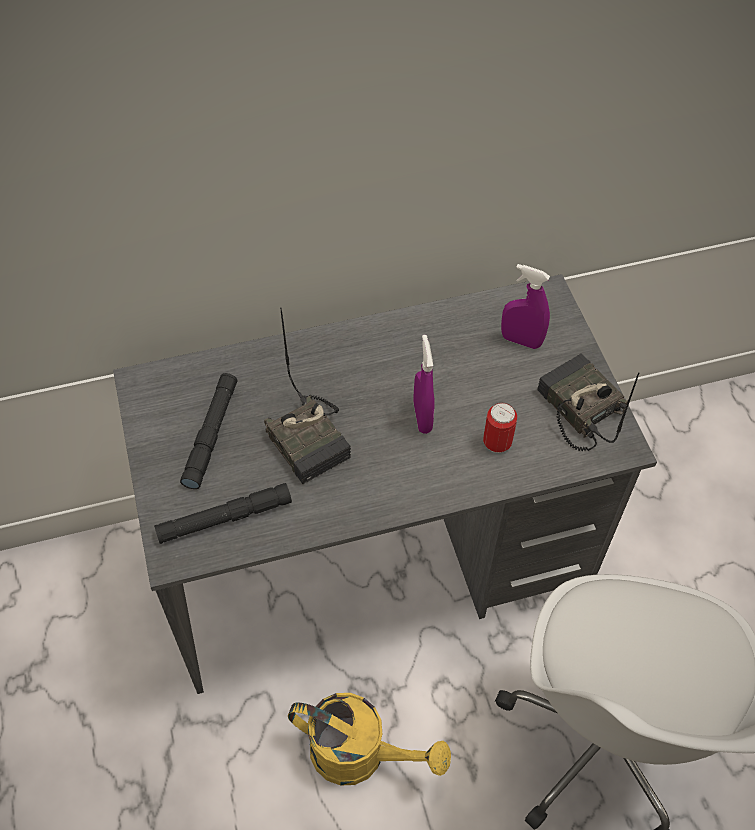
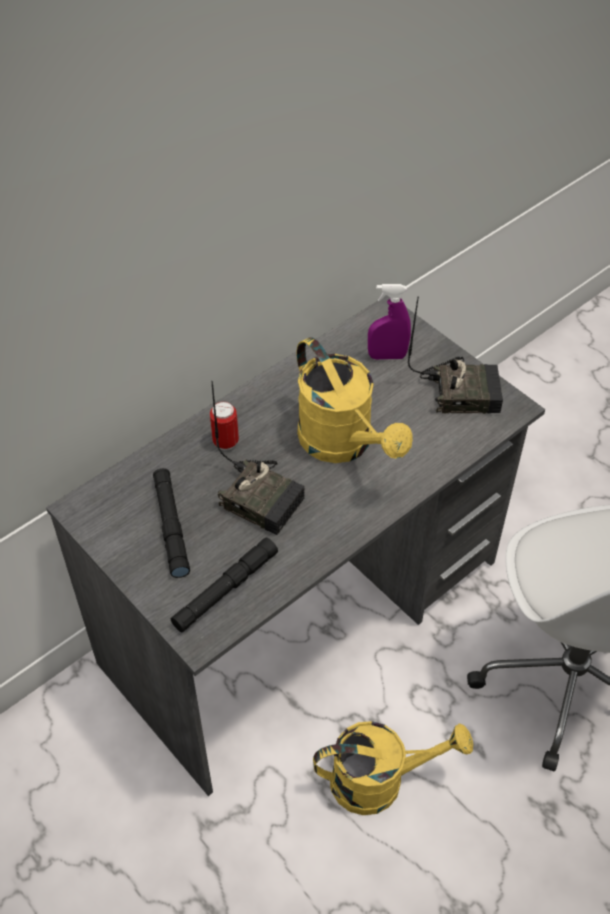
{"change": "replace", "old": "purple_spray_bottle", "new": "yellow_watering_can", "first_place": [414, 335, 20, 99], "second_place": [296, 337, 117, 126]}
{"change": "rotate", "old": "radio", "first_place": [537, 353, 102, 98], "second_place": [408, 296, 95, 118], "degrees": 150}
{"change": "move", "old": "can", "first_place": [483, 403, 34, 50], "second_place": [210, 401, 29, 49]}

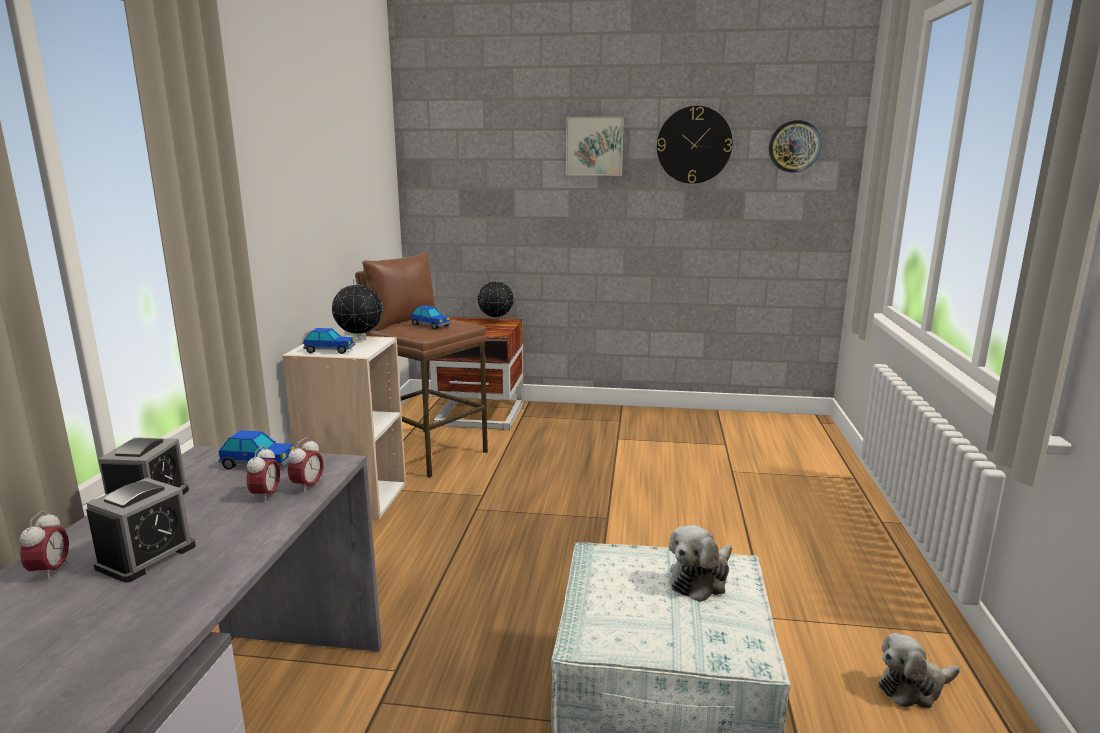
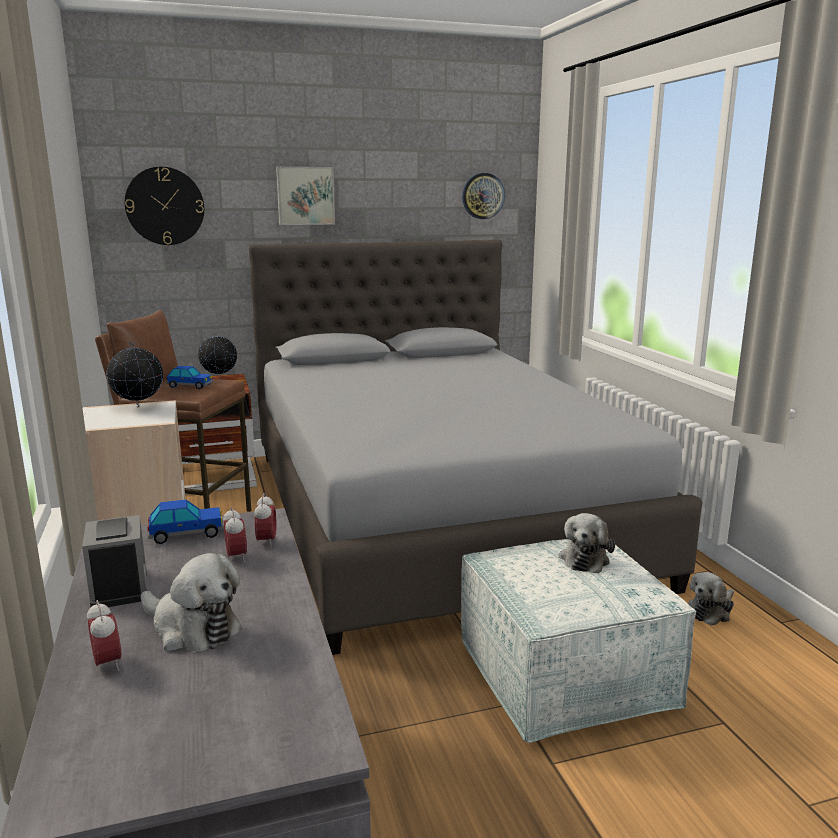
{"change": "move", "old": "wall_clock", "first_place": [657, 106, 76, 78], "second_place": [125, 167, 79, 78]}
{"change": "delete", "old": "toy_car", "first_place": [303, 328, 52, 26]}
{"change": "replace", "old": "alarm_clock", "new": "plush_toy", "first_place": [86, 478, 110, 105], "second_place": [141, 553, 101, 99]}
{"change": "insert", "new": "grey_bed", "second_place": [249, 240, 453, 415]}

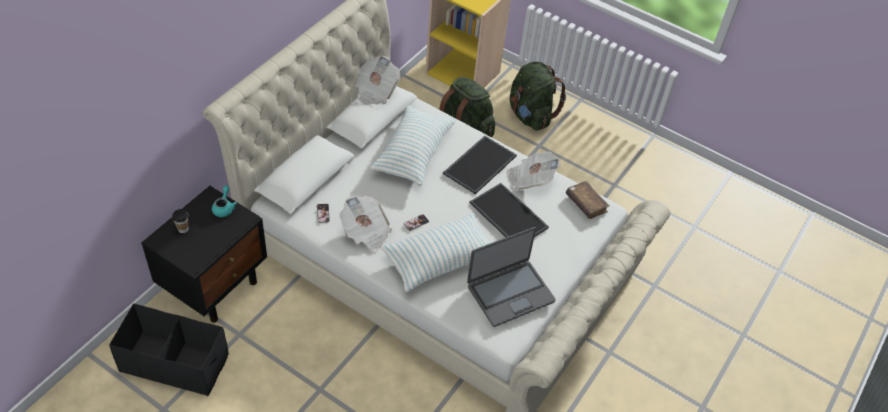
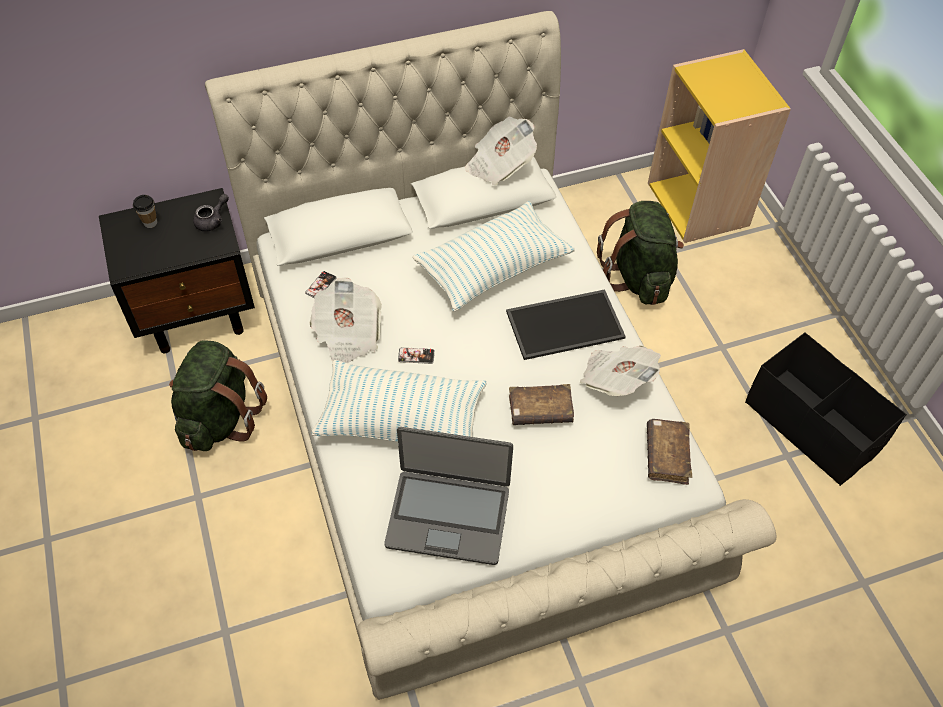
{"change": "move", "old": "green_backpack", "first_place": [510, 62, 56, 68], "second_place": [169, 340, 98, 111]}
{"change": "replace", "old": "tray", "new": "brown_book", "first_place": [470, 183, 79, 54], "second_place": [509, 384, 65, 41]}
{"change": "recolor", "old": "turquoise_teapot", "new": "grey_teapot", "first_place": [212, 186, 25, 31], "second_place": [193, 194, 36, 38]}
{"change": "move", "old": "black_storage_box", "first_place": [109, 303, 120, 93], "second_place": [745, 333, 162, 153]}

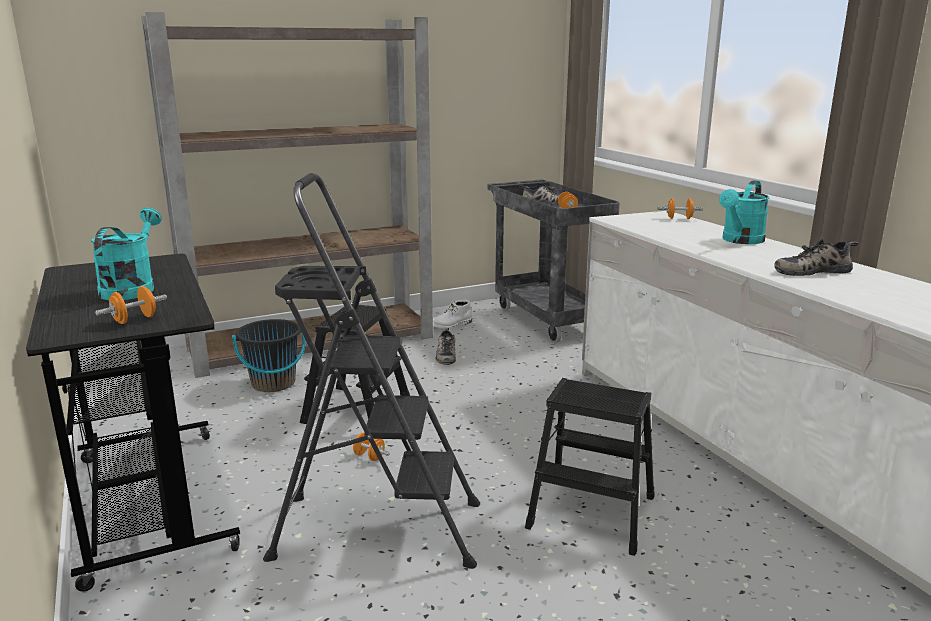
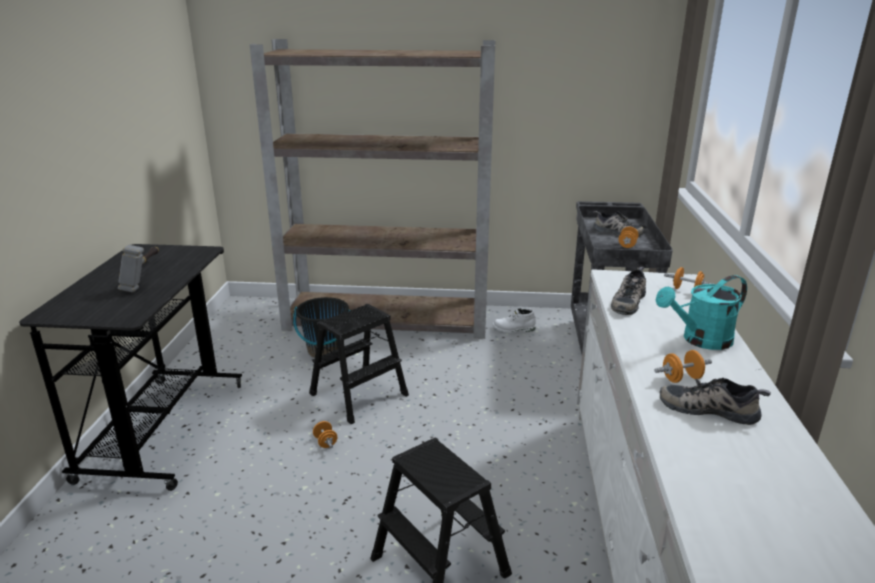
{"change": "delete", "old": "step_ladder", "first_place": [263, 173, 217, 396]}
{"change": "replace", "old": "turquoise_watering_can", "new": "hammer", "first_place": [91, 208, 71, 92], "second_place": [118, 245, 41, 47]}
{"change": "move", "old": "orange_dumbbell", "first_place": [95, 286, 72, 38], "second_place": [654, 350, 58, 33]}
{"change": "move", "old": "shoe", "first_place": [436, 328, 20, 37], "second_place": [611, 267, 35, 48]}

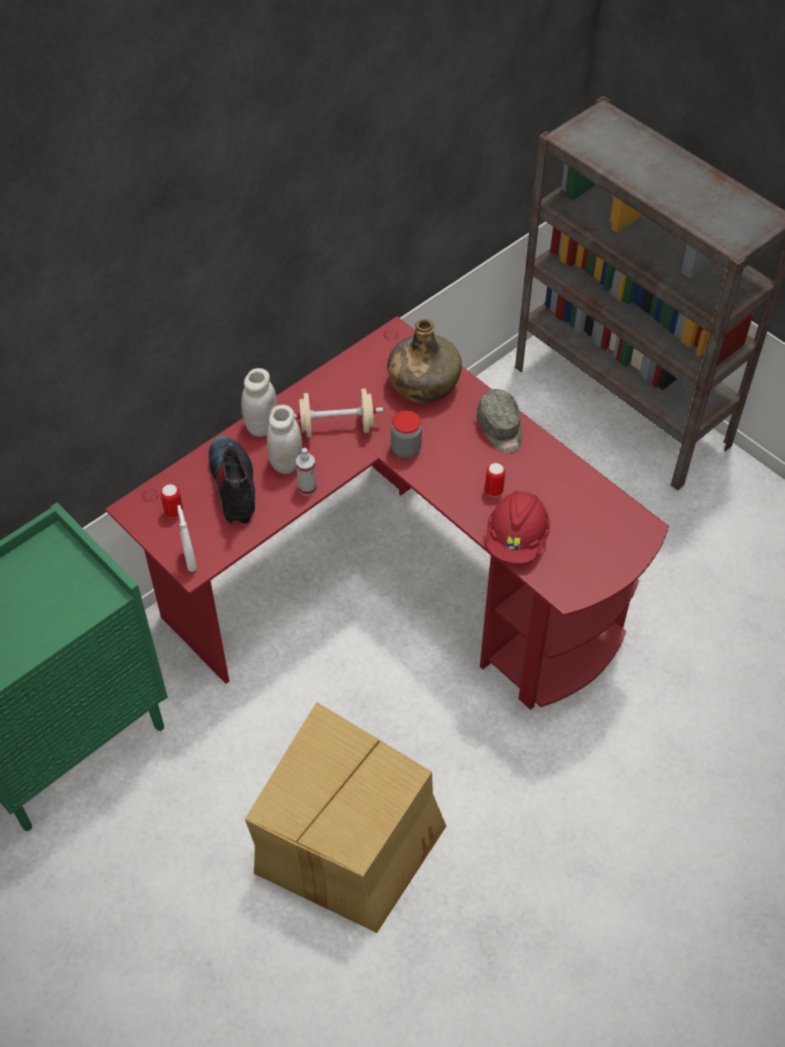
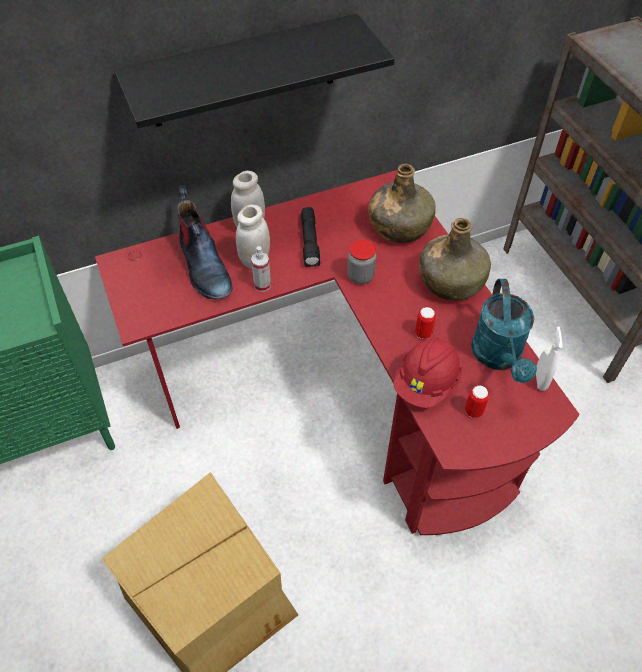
{"change": "replace", "old": "beige_dumbbell", "new": "black_flashlight", "first_place": [294, 389, 89, 48], "second_place": [301, 207, 19, 60]}
{"change": "replace", "old": "grey_cap", "new": "green_bottle", "first_place": [476, 389, 46, 64], "second_place": [419, 218, 72, 83]}
{"change": "rotate", "old": "boot", "first_place": [209, 436, 46, 88], "second_place": [177, 185, 56, 115], "degrees": 150}
{"change": "move", "old": "can", "first_place": [161, 484, 22, 34], "second_place": [465, 386, 24, 32]}
{"change": "move", "old": "white_spray_bottle", "first_place": [177, 505, 20, 67], "second_place": [536, 327, 27, 64]}
{"change": "insert", "new": "black_shelf", "second_place": [114, 14, 280, 114]}
{"change": "insert", "new": "turquoise_watering_can", "second_place": [471, 279, 66, 104]}

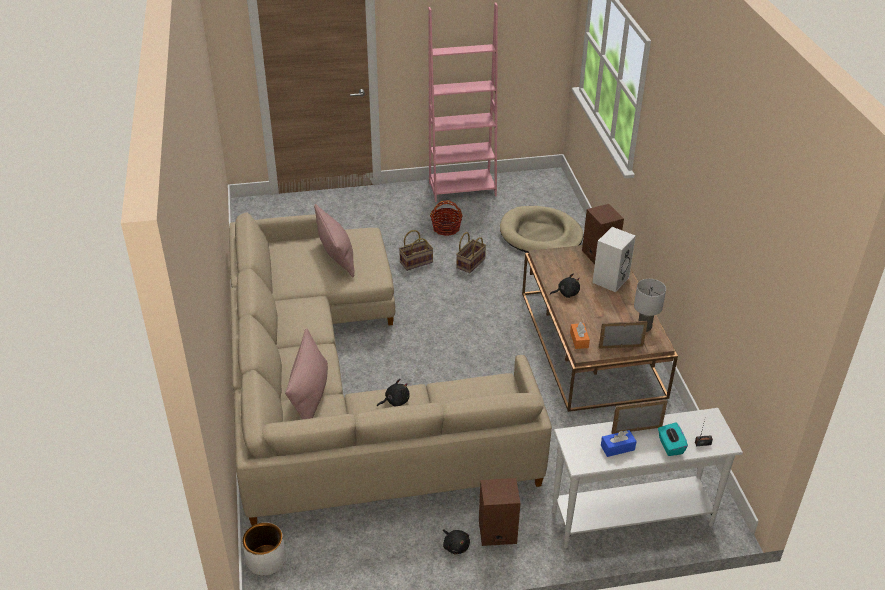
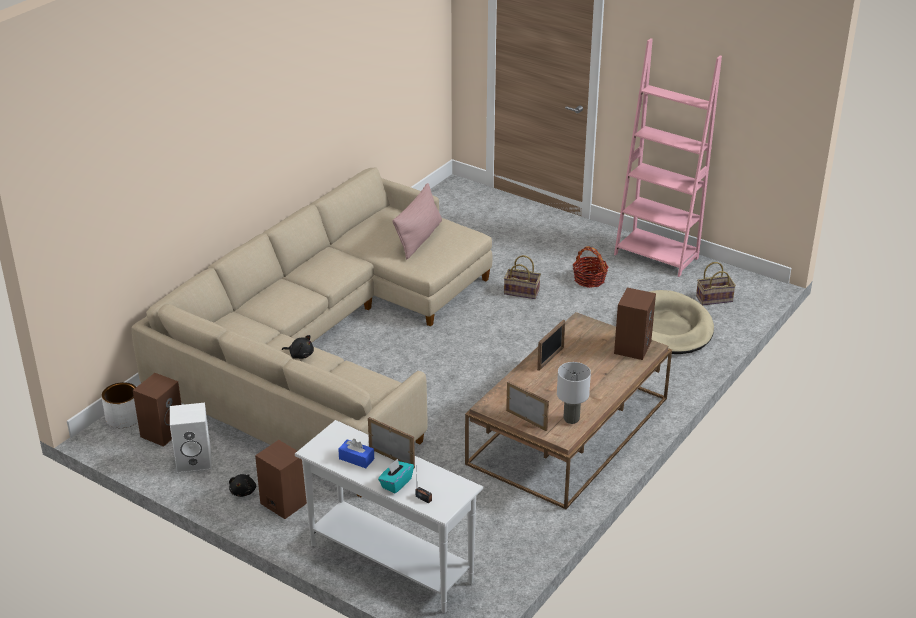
{"change": "move", "old": "white_speaker", "first_place": [592, 227, 44, 65], "second_place": [170, 403, 42, 70]}
{"change": "move", "old": "basket", "first_place": [456, 232, 30, 42], "second_place": [696, 262, 40, 44]}
{"change": "replace", "old": "black_plush_toy", "new": "picture_frame", "first_place": [550, 273, 30, 25], "second_place": [537, 319, 28, 52]}
{"change": "delete", "old": "orange_tissue_box", "first_place": [570, 322, 20, 27]}
{"change": "delete", "old": "pink_pillow", "first_place": [285, 328, 43, 92]}
{"change": "insert", "new": "brown_speaker", "second_place": [133, 373, 49, 74]}

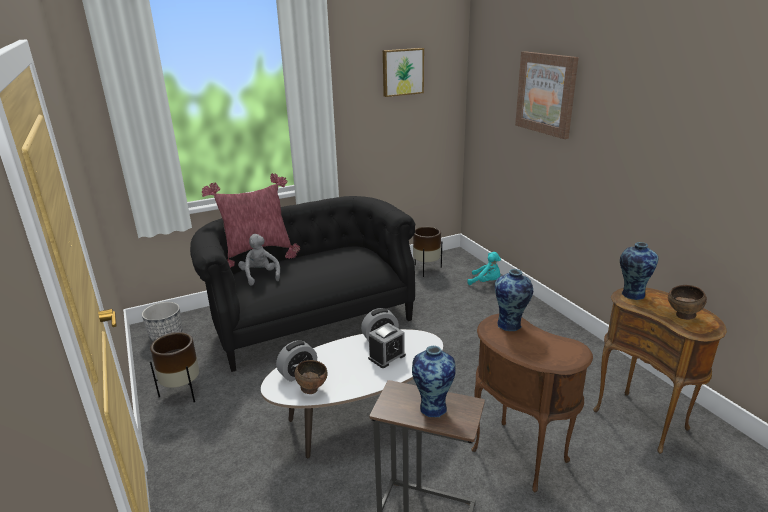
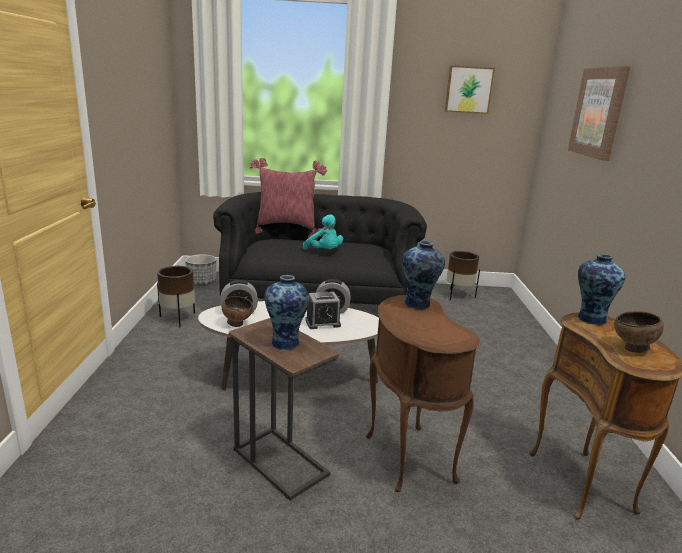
{"change": "delete", "old": "grey_plush_toy", "first_place": [238, 234, 42, 52]}
{"change": "move", "old": "turquoise_plush_toy", "first_place": [467, 252, 34, 33], "second_place": [303, 215, 40, 35]}

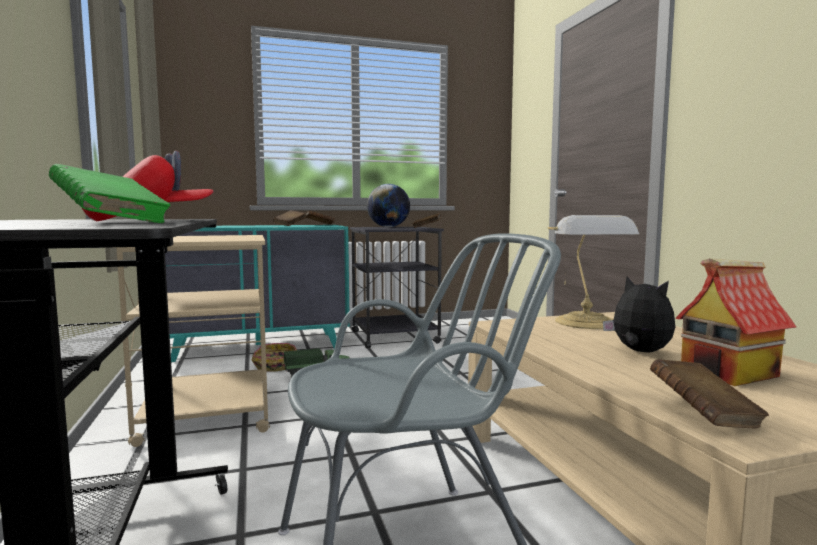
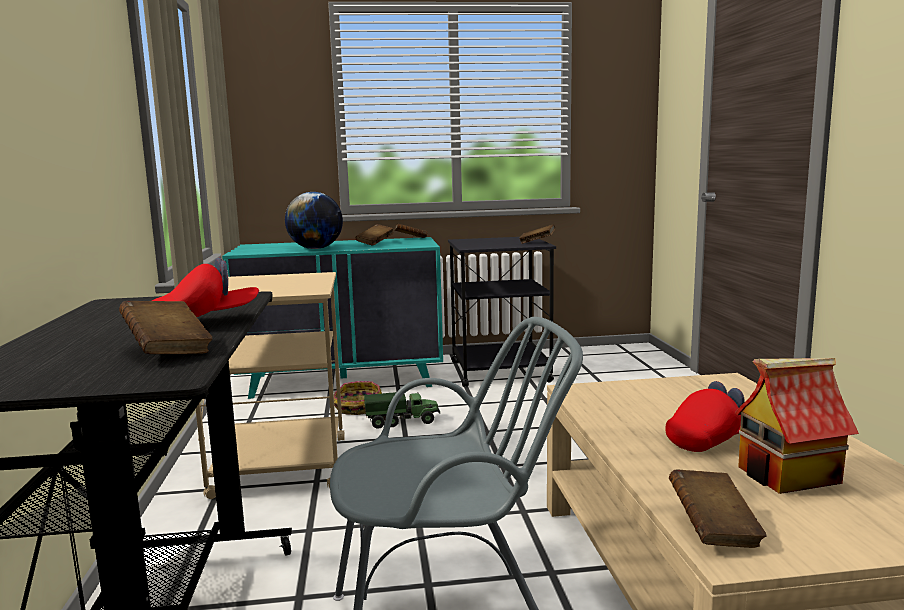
{"change": "recolor", "old": "green_book", "new": "brown_book", "first_place": [49, 164, 121, 59], "second_place": [119, 301, 93, 53]}
{"change": "move", "old": "globe", "first_place": [367, 184, 43, 43], "second_place": [285, 192, 58, 57]}
{"change": "delete", "old": "table_lamp", "first_place": [547, 215, 92, 114]}
{"change": "replace", "old": "plush_toy", "new": "red_cap", "first_place": [603, 277, 72, 75], "second_place": [666, 381, 79, 71]}

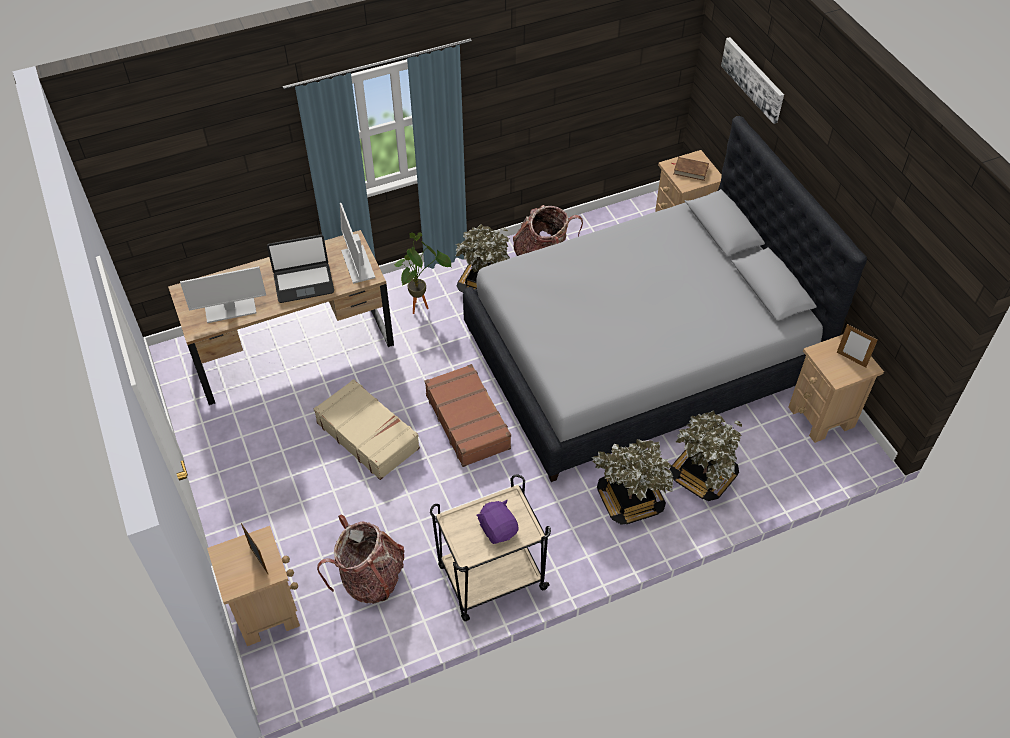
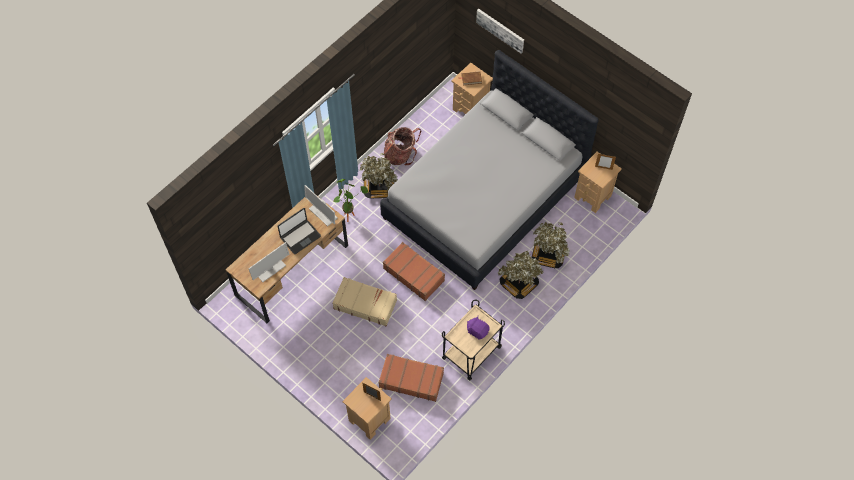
{"change": "replace", "old": "backpack", "new": "brown_suitcase", "first_place": [317, 514, 88, 90], "second_place": [379, 354, 65, 48]}

